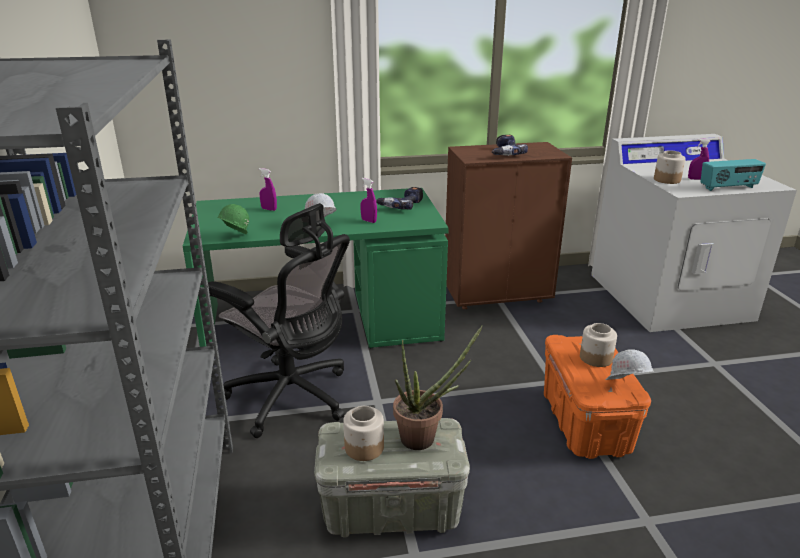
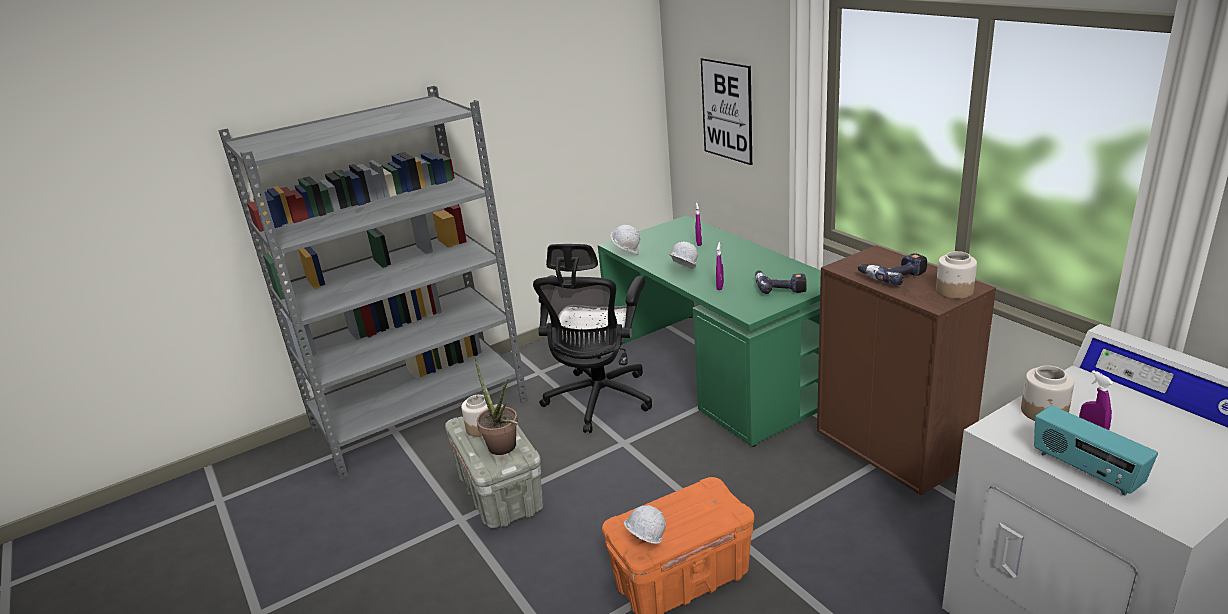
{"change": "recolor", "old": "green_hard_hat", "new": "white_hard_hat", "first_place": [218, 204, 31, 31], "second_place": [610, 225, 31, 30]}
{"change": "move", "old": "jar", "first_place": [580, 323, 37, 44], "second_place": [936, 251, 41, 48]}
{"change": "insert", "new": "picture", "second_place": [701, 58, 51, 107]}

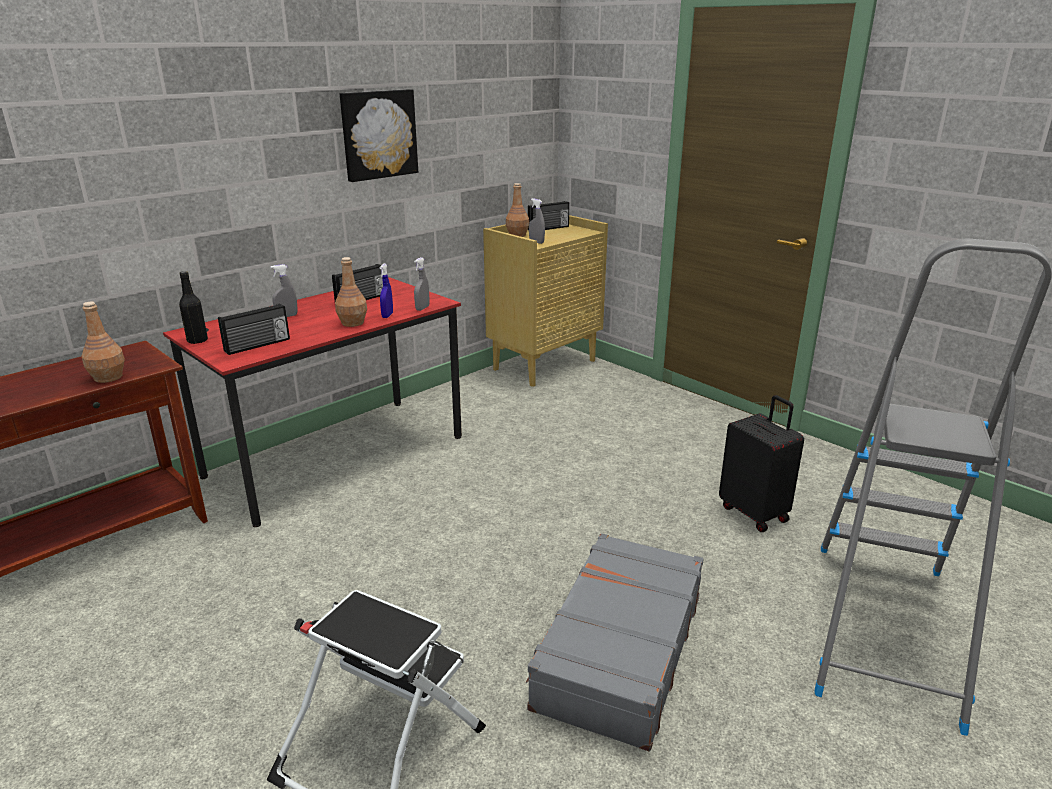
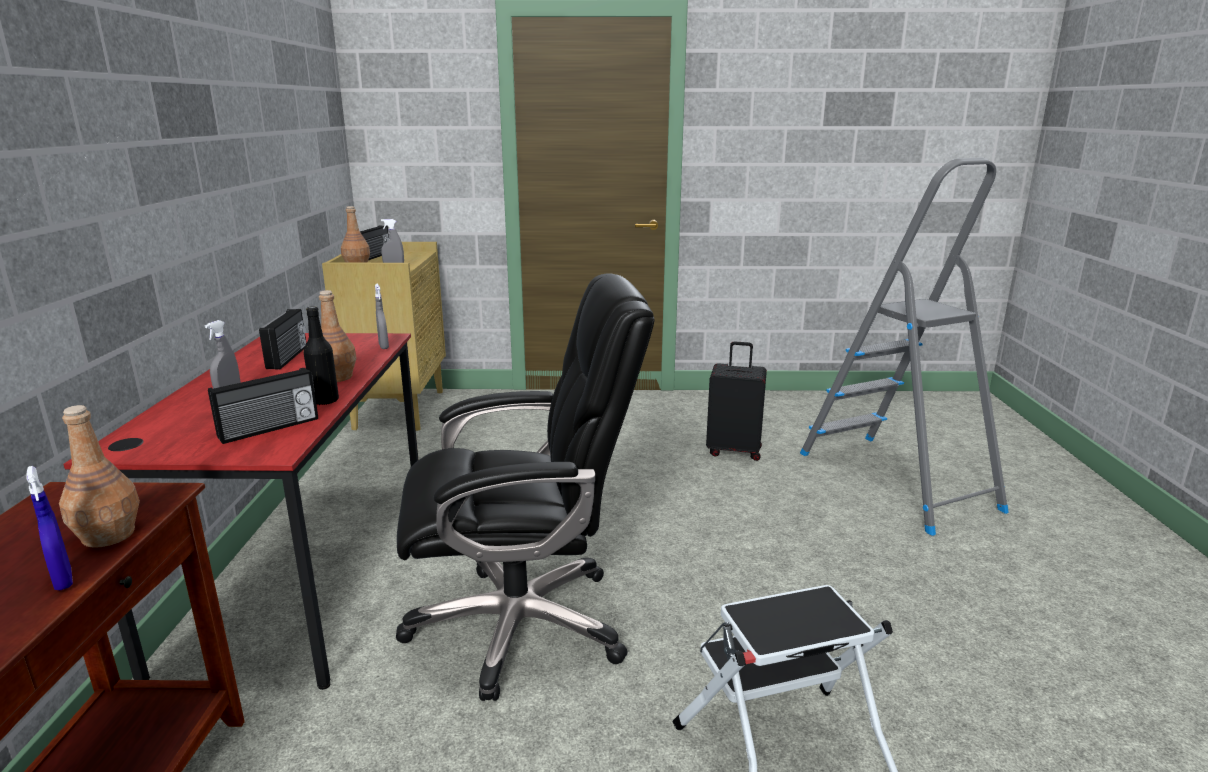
{"change": "delete", "old": "picture", "first_place": [340, 89, 78, 93]}
{"change": "move", "old": "blue_spray_bottle", "first_place": [380, 263, 13, 55], "second_place": [26, 466, 47, 124]}
{"change": "move", "old": "black_bottle", "first_place": [179, 271, 29, 73], "second_place": [304, 306, 35, 99]}
{"change": "rotate", "old": "radio", "first_place": [218, 304, 72, 51], "second_place": [208, 368, 110, 76], "degrees": 45}
{"change": "delete", "old": "grey_suitcase", "first_place": [526, 533, 178, 219]}
{"change": "insert", "new": "black_office_chair", "second_place": [396, 273, 258, 428]}

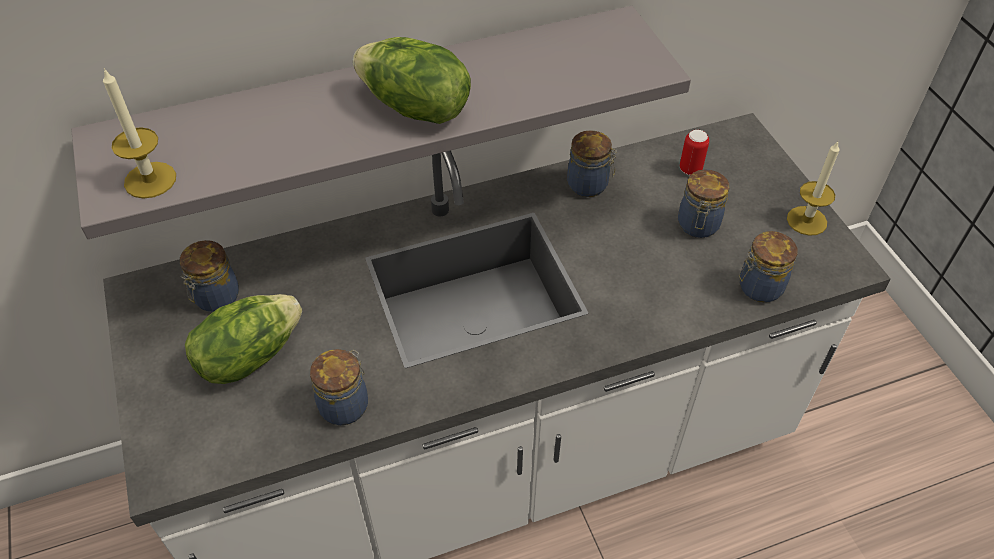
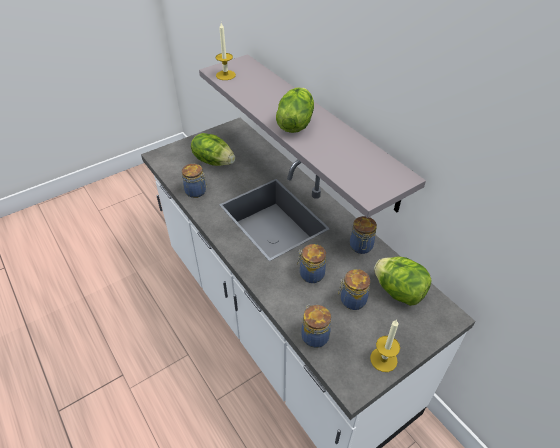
{"change": "replace", "old": "can", "new": "lettuce", "first_place": [680, 130, 29, 45], "second_place": [374, 257, 58, 49]}
{"change": "move", "old": "jar", "first_place": [180, 240, 59, 72], "second_place": [297, 244, 29, 39]}

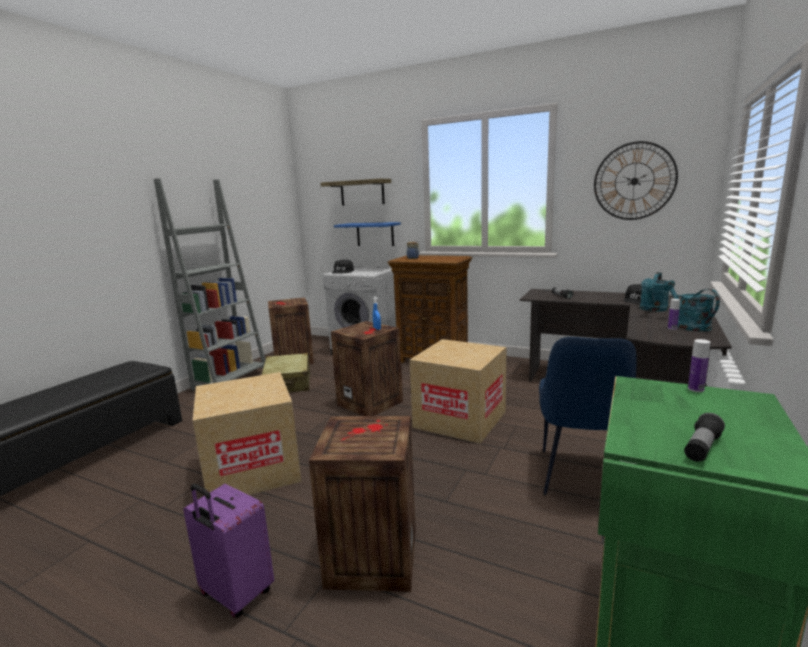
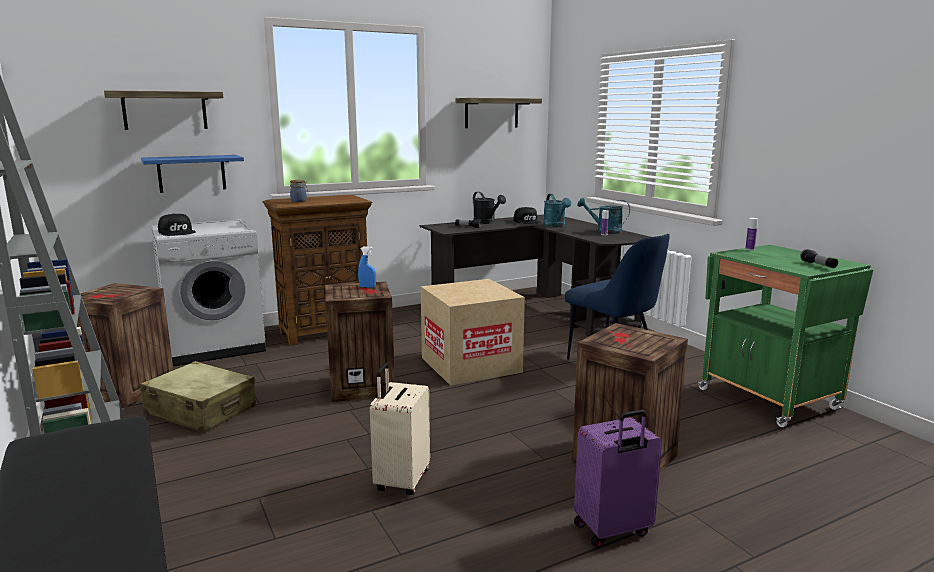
{"change": "replace", "old": "wall_clock", "new": "shelf", "first_place": [594, 141, 84, 79], "second_place": [456, 98, 86, 30]}
{"change": "replace", "old": "cardboard_box", "new": "beige_suitcase", "first_place": [193, 372, 108, 123], "second_place": [370, 363, 60, 132]}
{"change": "insert", "new": "black_watering_can", "second_place": [473, 192, 33, 32]}

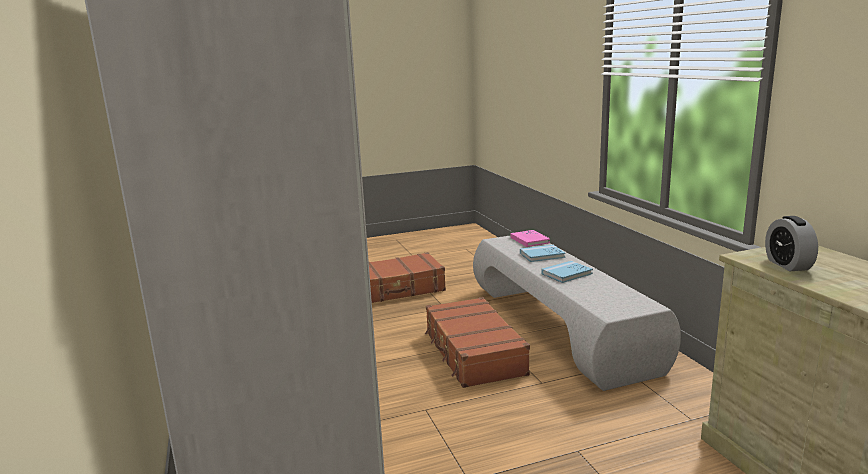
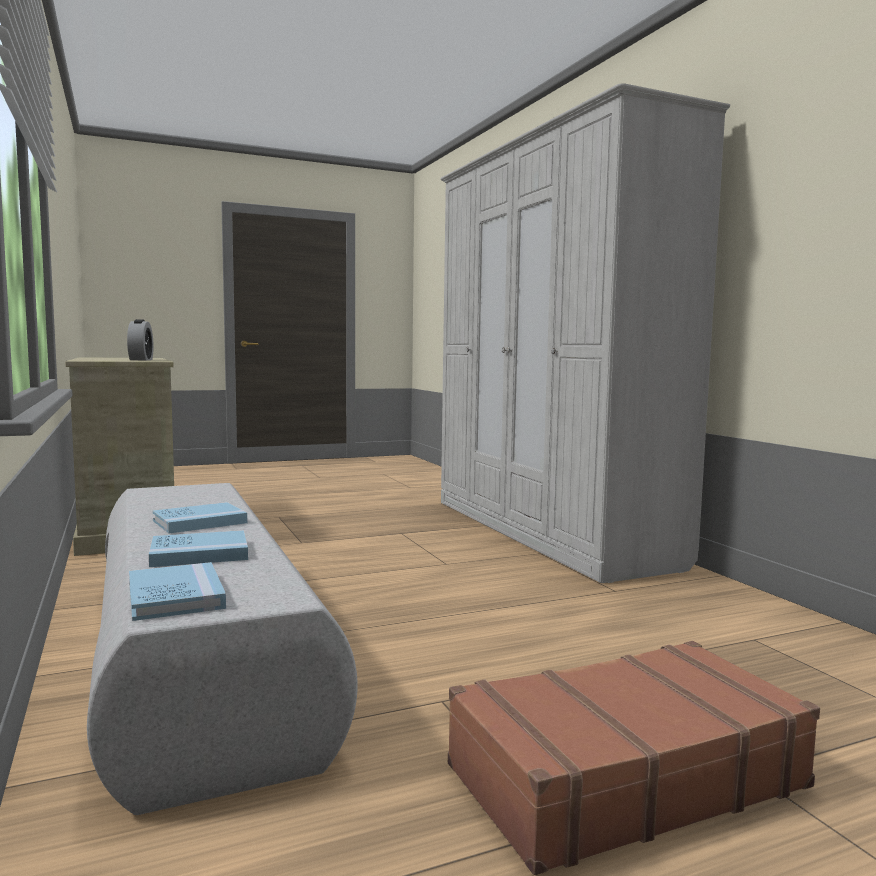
{"change": "recolor", "old": "pink_book", "new": "blue_book", "first_place": [510, 230, 40, 17], "second_place": [129, 562, 97, 59]}
{"change": "delete", "old": "brown_suitcase", "first_place": [425, 297, 105, 91]}

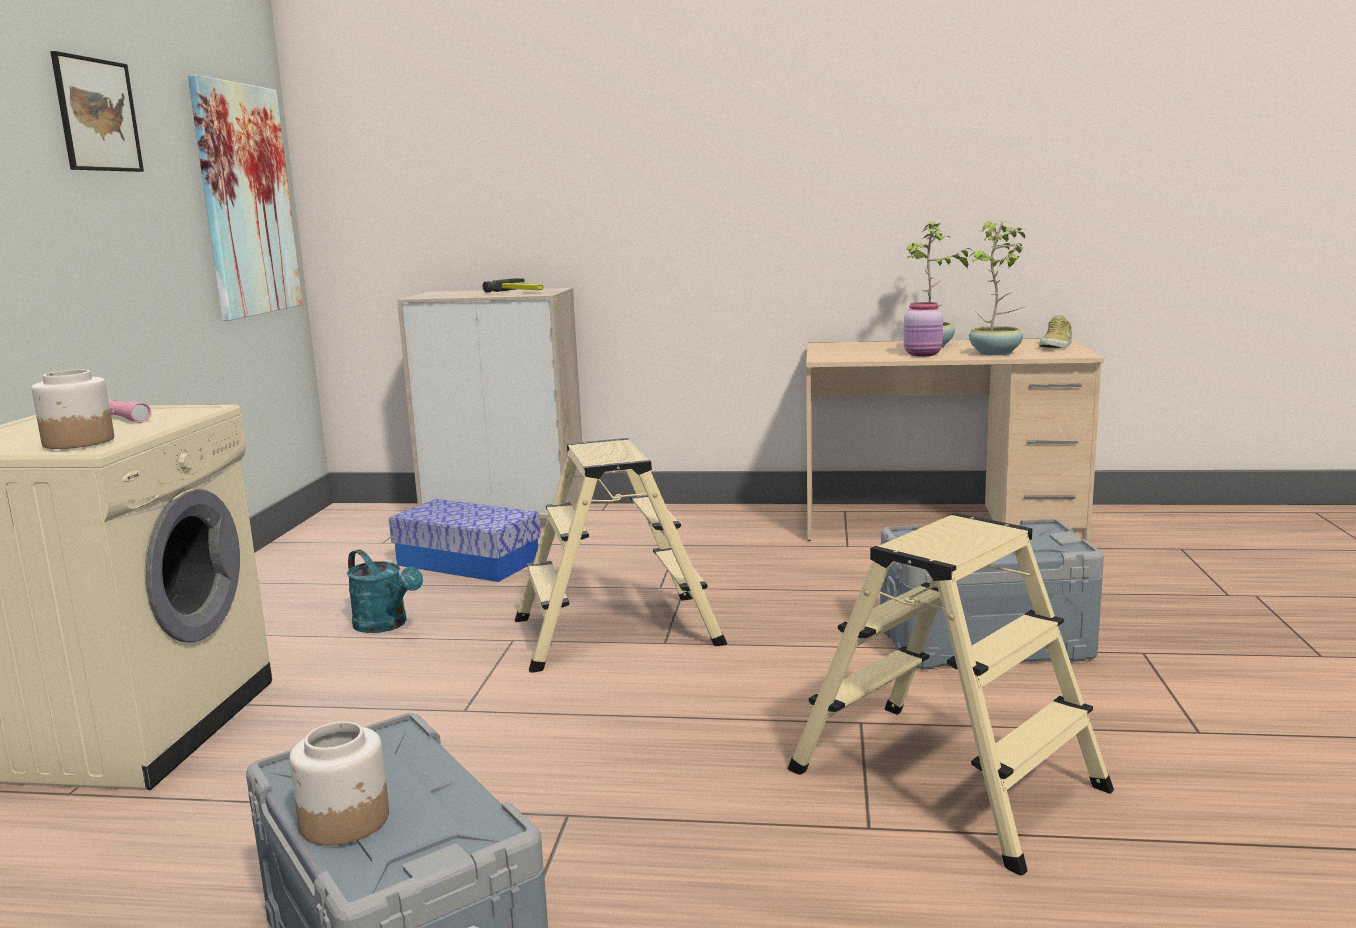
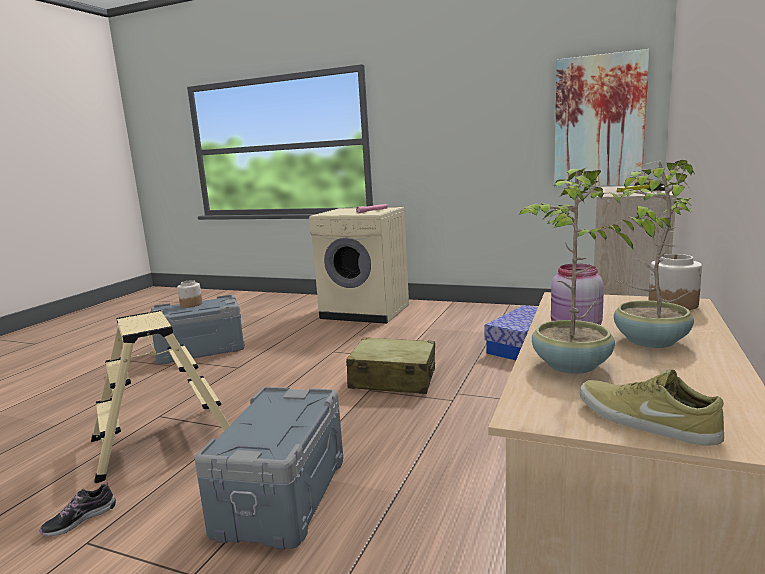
{"change": "delete", "old": "picture", "first_place": [50, 51, 94, 121]}
{"change": "move", "old": "jar", "first_place": [31, 370, 83, 79], "second_place": [648, 254, 54, 56]}
{"change": "replace", "old": "beige_step_ladder", "new": "beige_suitcase", "first_place": [515, 438, 212, 235], "second_place": [346, 337, 89, 57]}
{"change": "delete", "old": "turquoise_watering_can", "first_place": [347, 549, 76, 84]}
{"change": "insert", "new": "shoe", "second_place": [39, 481, 77, 55]}

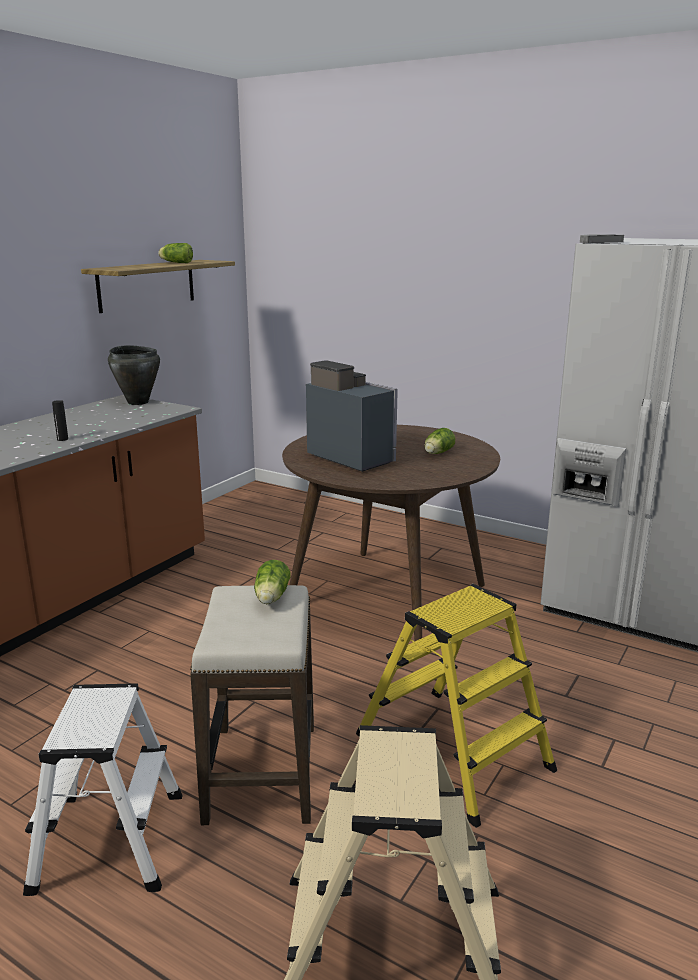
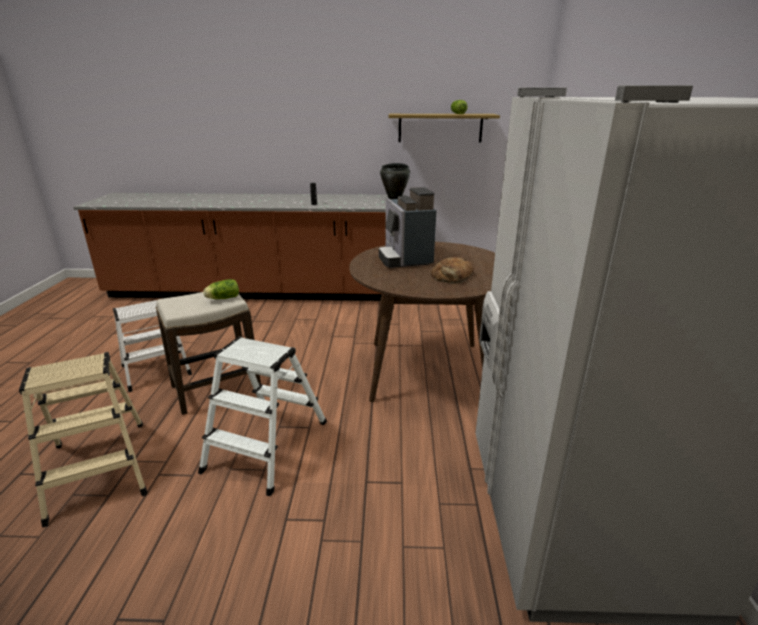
{"change": "rotate", "old": "coffee_machine", "first_place": [306, 360, 92, 112], "second_place": [379, 187, 57, 81], "degrees": 150}
{"change": "replace", "old": "lettuce", "new": "bread", "first_place": [424, 428, 31, 26], "second_place": [431, 257, 43, 27]}
{"change": "recolor", "old": "yellow_step_ladder", "new": "white_step_ladder", "first_place": [356, 584, 201, 244], "second_place": [198, 337, 129, 159]}

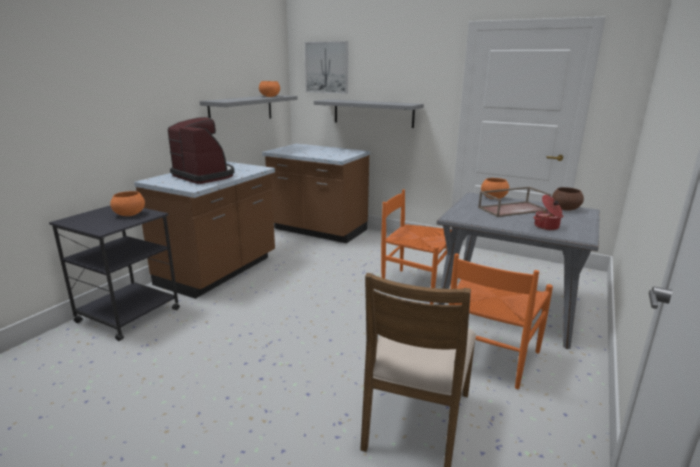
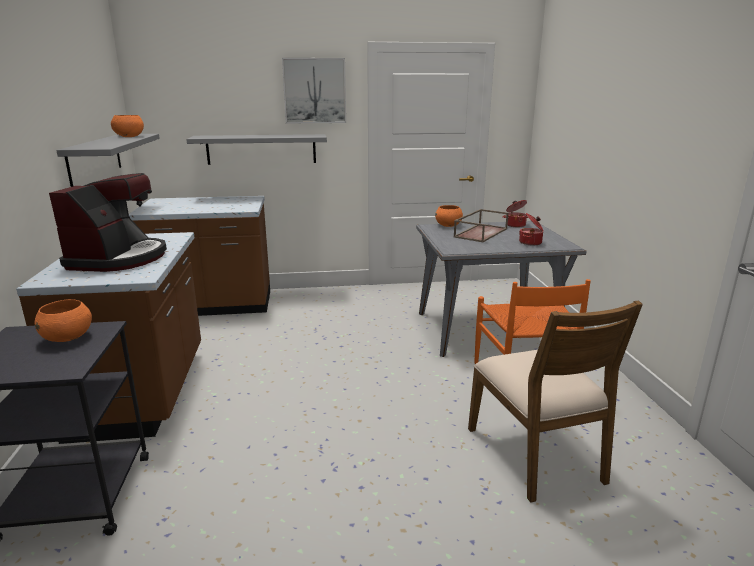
{"change": "move", "old": "picture", "first_place": [305, 41, 43, 53], "second_place": [282, 58, 64, 65]}
{"change": "rotate", "old": "coffee_machine", "first_place": [168, 117, 67, 67], "second_place": [49, 173, 118, 99], "degrees": 90}
{"change": "replace", "old": "brown_bowl", "new": "cooking_pot", "first_place": [552, 187, 32, 24], "second_place": [502, 200, 26, 27]}
{"change": "delete", "old": "orange_chair", "first_place": [381, 189, 70, 115]}

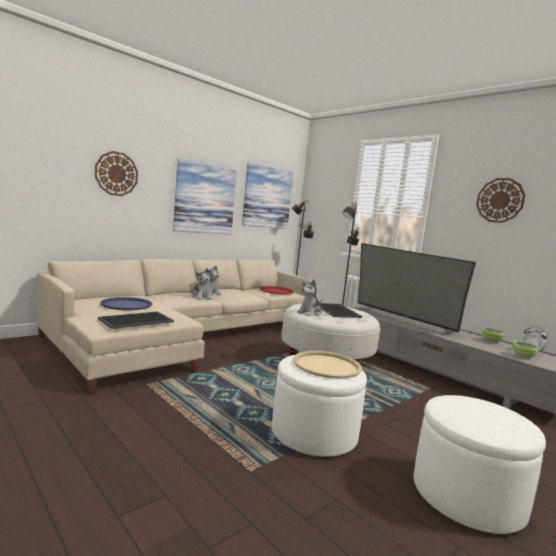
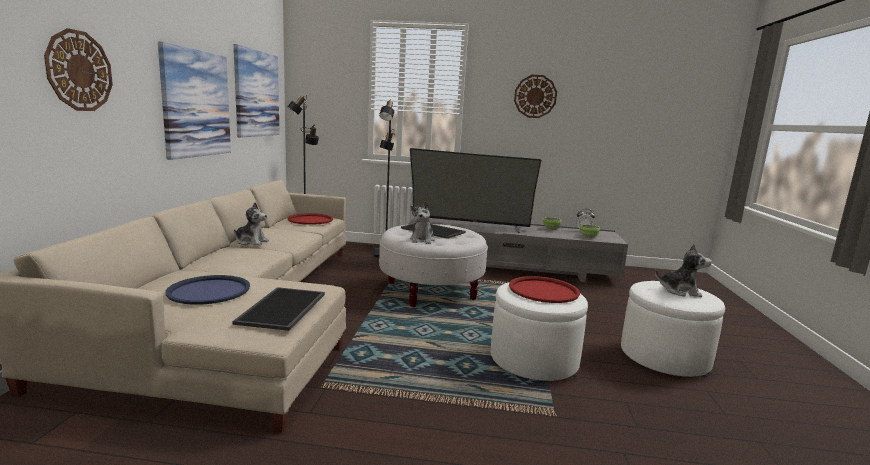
{"change": "move", "old": "plush_toy", "first_place": [192, 268, 20, 32], "second_place": [655, 244, 57, 53]}
{"change": "recolor", "old": "beige_tray", "new": "red_tray", "first_place": [293, 351, 69, 28], "second_place": [509, 276, 71, 27]}

